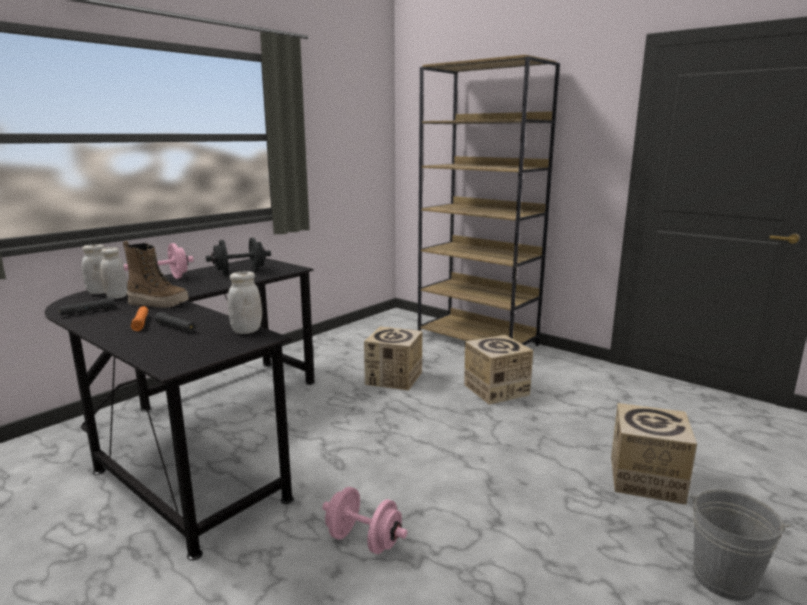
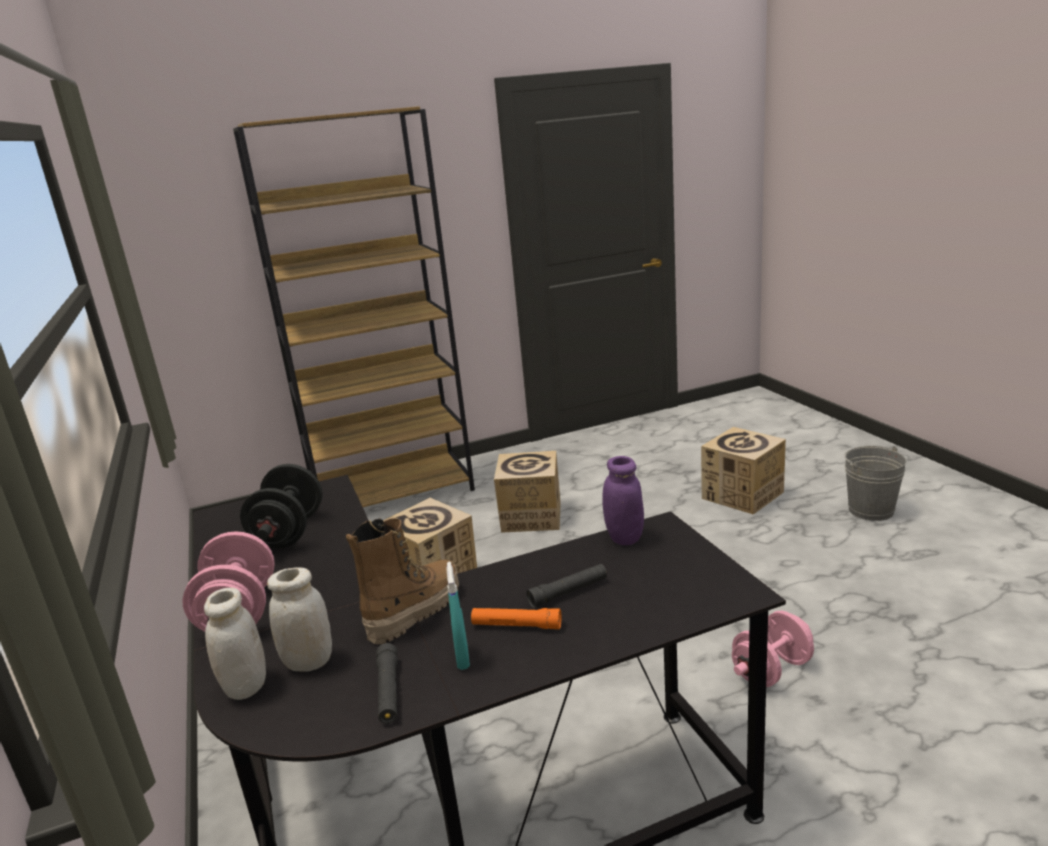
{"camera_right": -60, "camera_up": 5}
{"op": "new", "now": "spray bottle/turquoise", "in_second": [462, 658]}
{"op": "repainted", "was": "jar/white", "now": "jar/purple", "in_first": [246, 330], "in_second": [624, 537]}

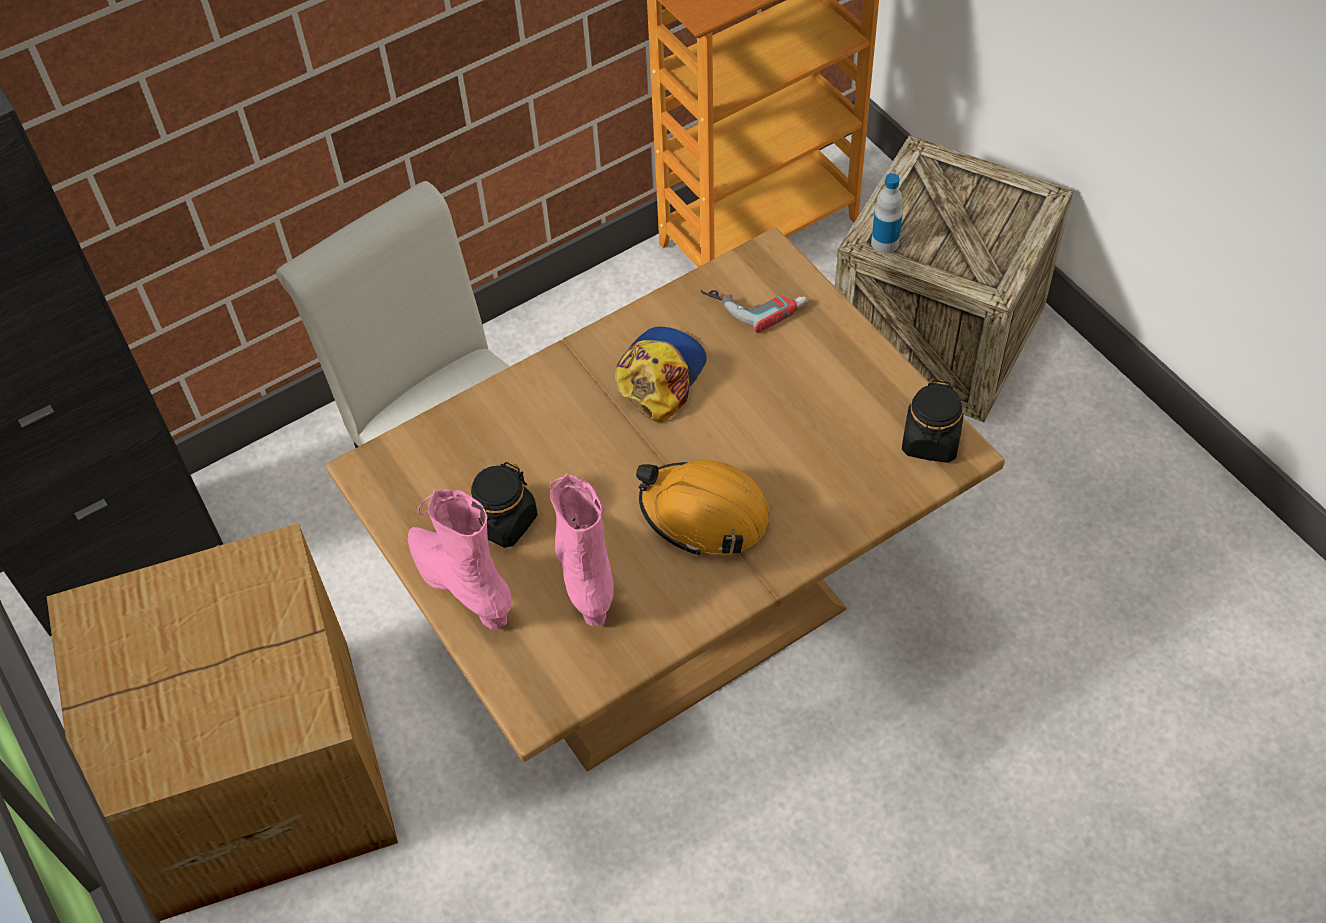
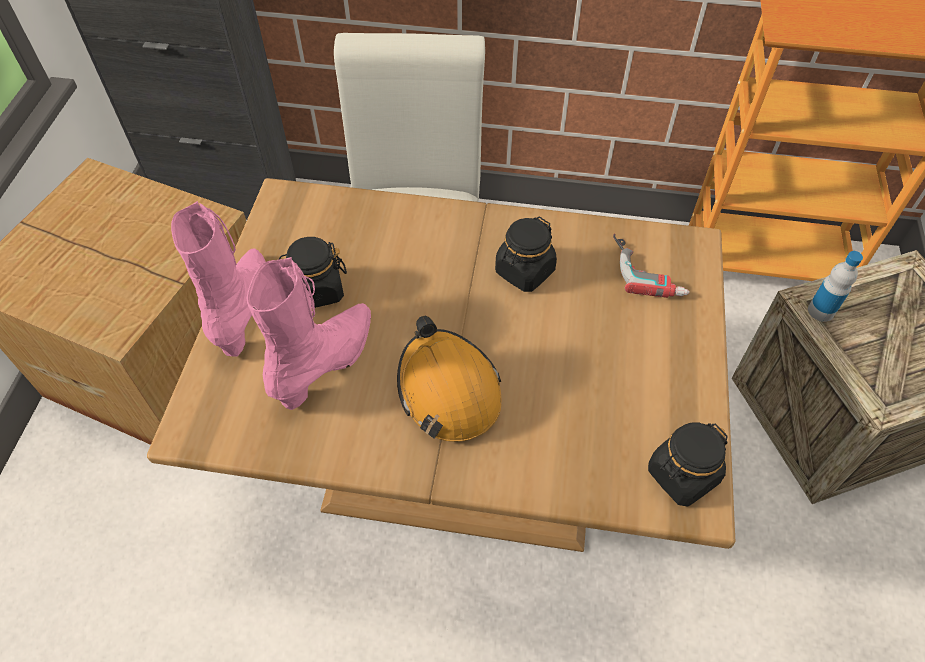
{"camera_right": 40, "camera_up": 0}
{"op": "swapped", "was": "cap", "now": "jar/black", "in_first": [660, 376], "in_second": [524, 271]}

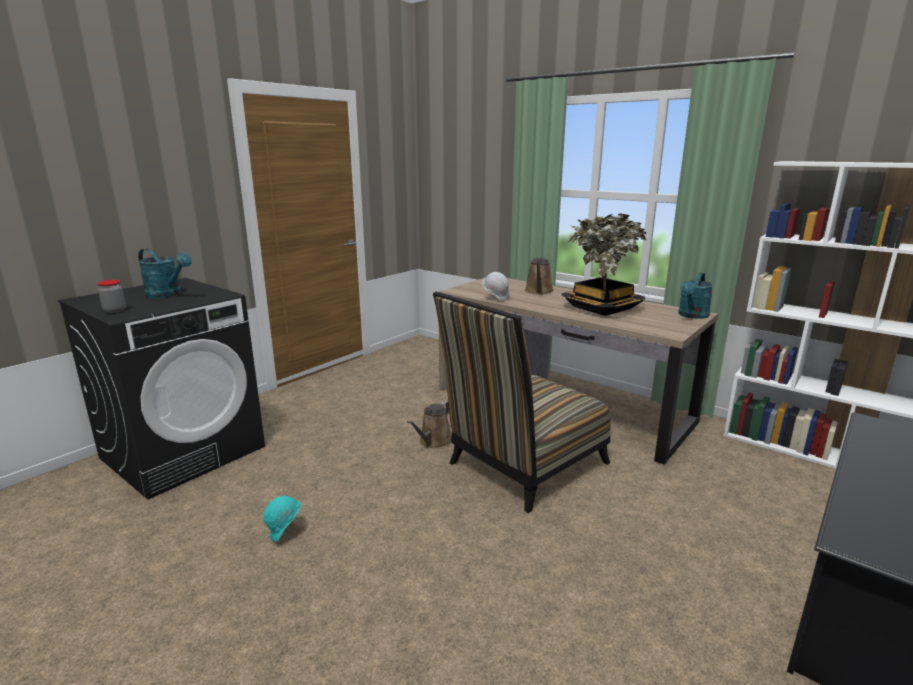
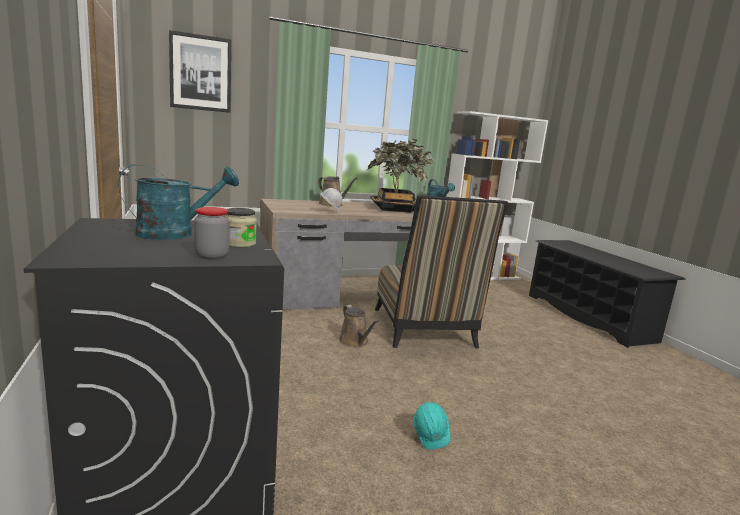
{"camera_right": -60, "camera_up": -5}
{"op": "new", "now": "picture", "in_second": [200, 73]}
{"op": "new", "now": "jar", "in_second": [239, 244]}

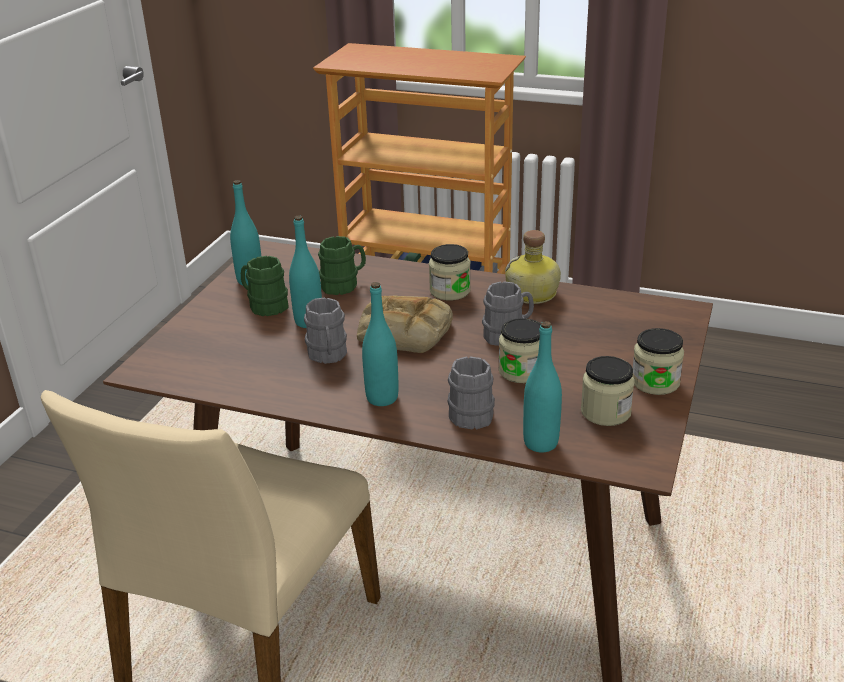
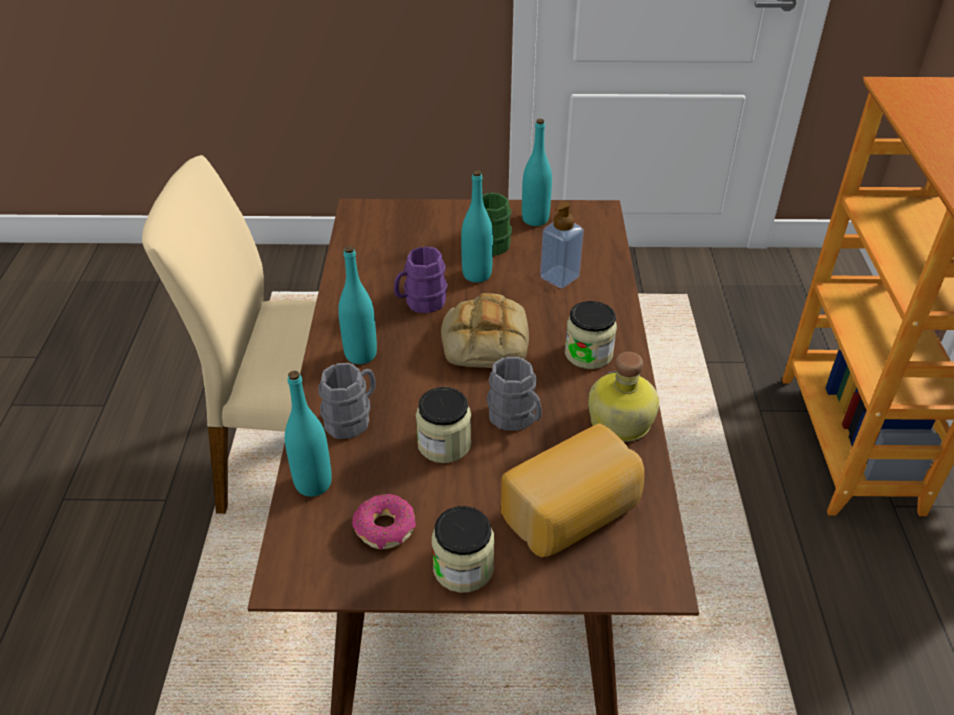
{"camera_right": 70, "camera_up": 10}
{"op": "swapped", "was": "jar", "now": "donut", "in_first": [605, 412], "in_second": [385, 529]}
{"op": "repainted", "was": "mug/grey", "now": "mug/purple", "in_first": [328, 356], "in_second": [420, 302]}
{"op": "new", "now": "bread", "in_second": [573, 514]}
{"op": "swapped", "was": "mug/green", "now": "soap dispenser", "in_first": [344, 285], "in_second": [559, 277]}

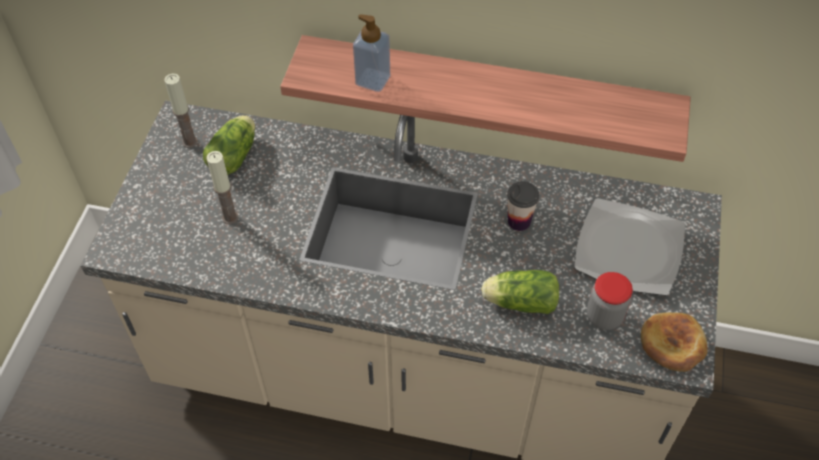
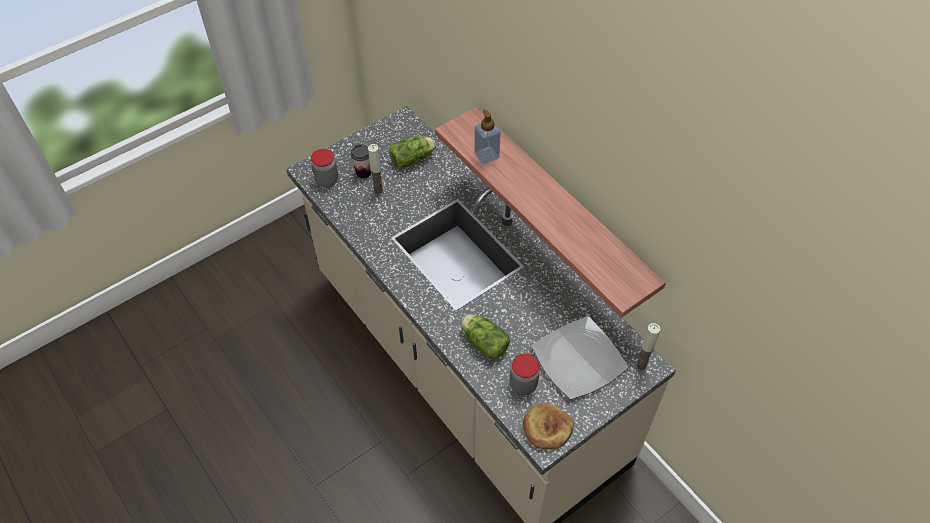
{"camera_right": 40, "camera_up": 0}
{"op": "new", "now": "jar", "in_second": [327, 180]}
{"op": "shifted", "was": "cup", "in_first": [519, 221], "in_second": [363, 172]}
{"op": "shifted", "was": "candle", "in_first": [190, 142], "in_second": [641, 366]}

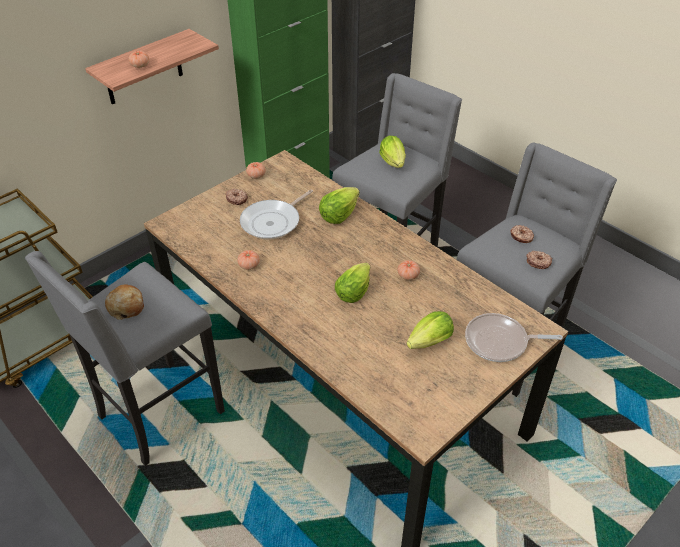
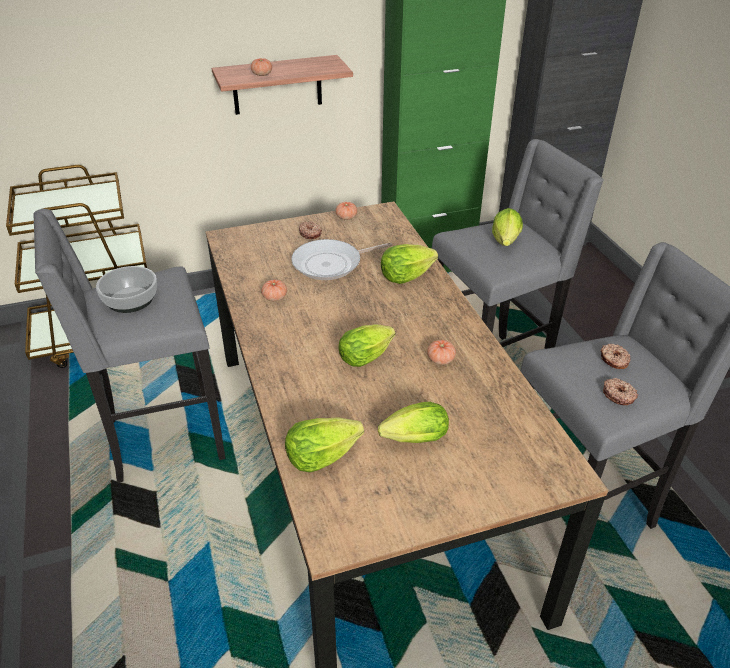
{"camera_right": 25, "camera_up": -5}
{"op": "swapped", "was": "bread", "now": "bowl", "in_first": [126, 306], "in_second": [129, 299]}
{"op": "new", "now": "lettuce", "in_second": [321, 457]}
{"op": "gone", "was": "frying pan", "in_first": [500, 342]}

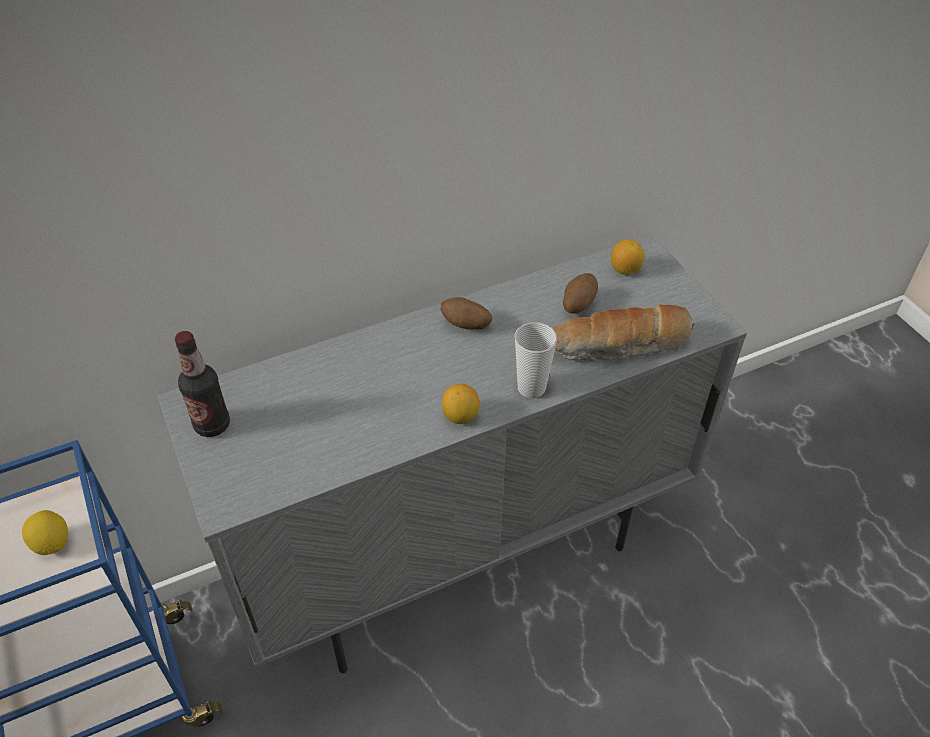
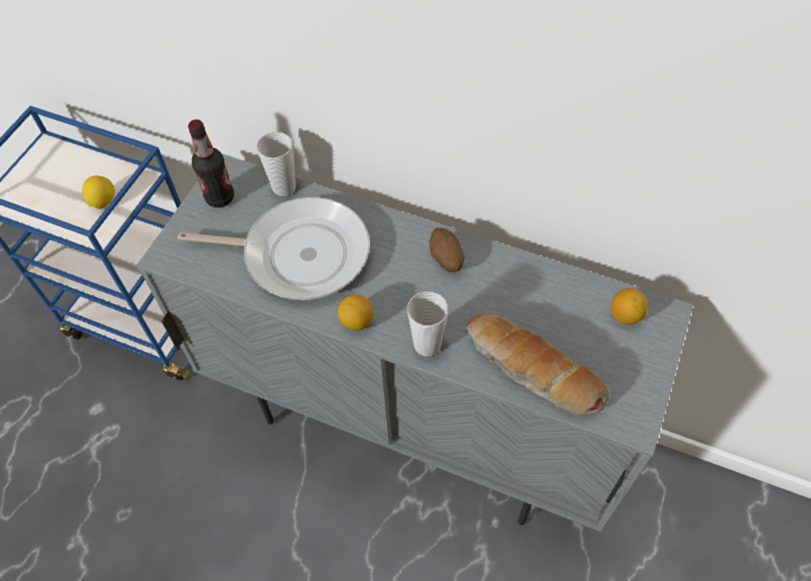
{"camera_right": 50, "camera_up": 10}
{"op": "new", "now": "frying pan", "in_second": [299, 254]}
{"op": "new", "now": "cup", "in_second": [284, 187]}
{"op": "gone", "was": "potato", "in_first": [578, 305]}

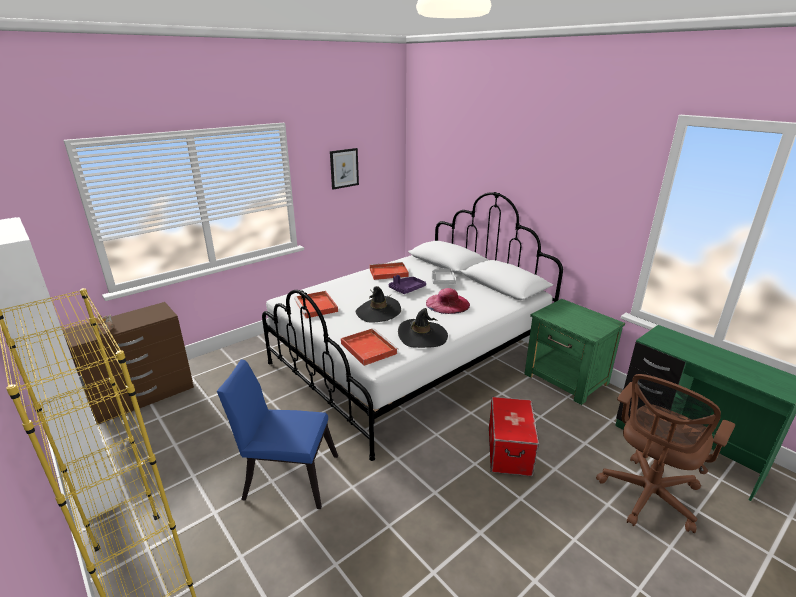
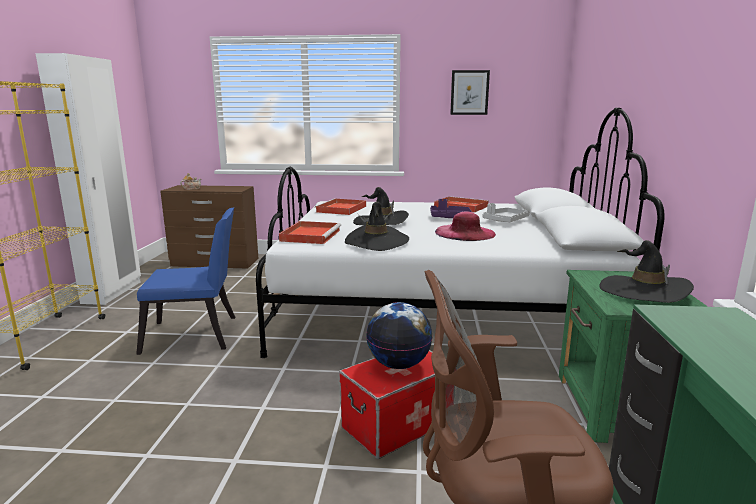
{"camera_right": 45, "camera_up": -10}
{"op": "rotated", "was": "chair/blue", "in_first": [286, 475], "in_second": [196, 335], "clockwise": 120}
{"op": "new", "now": "globe", "in_second": [399, 364]}
{"op": "new", "now": "hat/black", "in_second": [643, 291]}

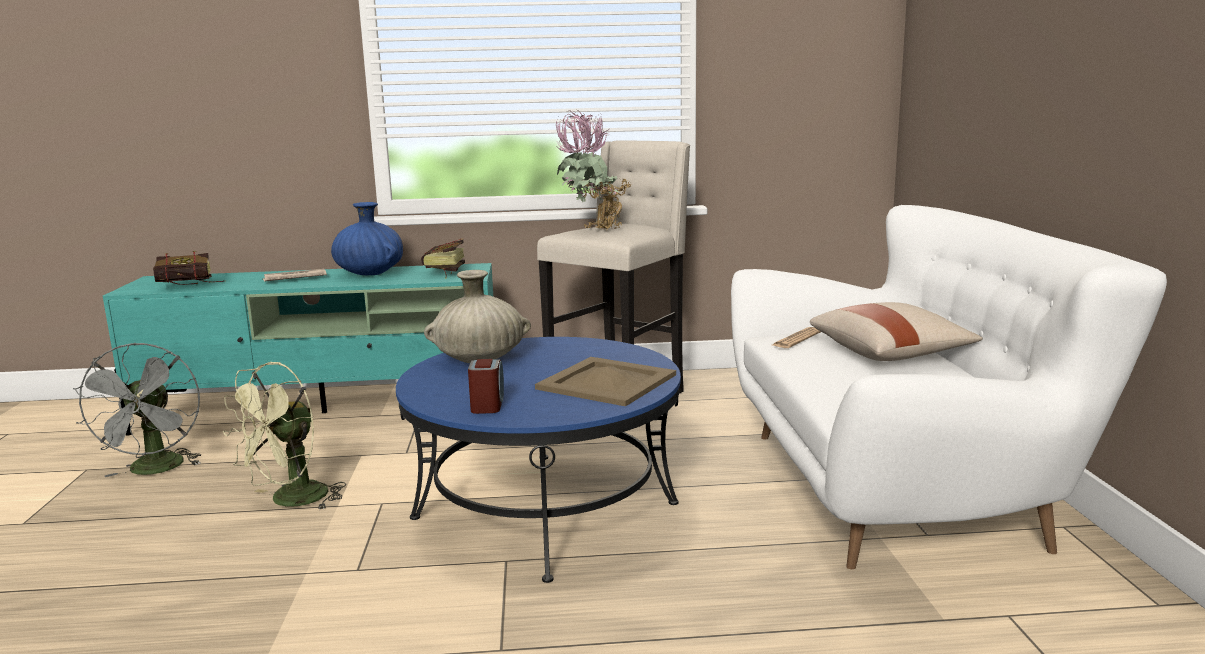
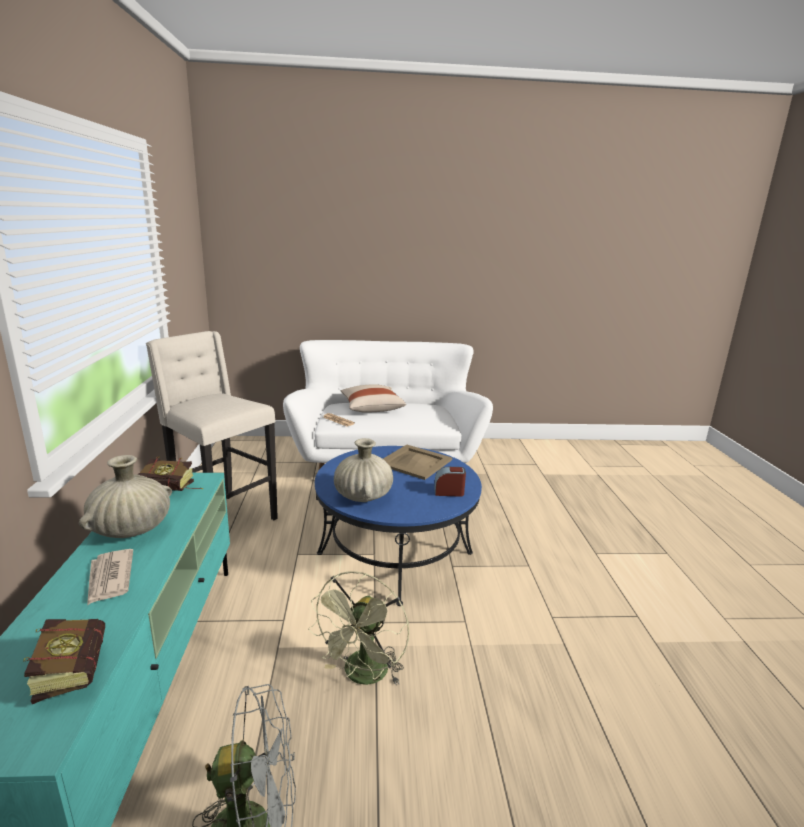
{"camera_right": -90, "camera_up": 5}
{"op": "repainted", "was": "vase/blue", "now": "vase/beige", "in_first": [370, 273], "in_second": [131, 529]}
{"op": "rotated", "was": "fan/green", "in_first": [290, 501], "in_second": [363, 676], "clockwise": 75}
{"op": "gone", "was": "potted plant", "in_first": [592, 230]}

